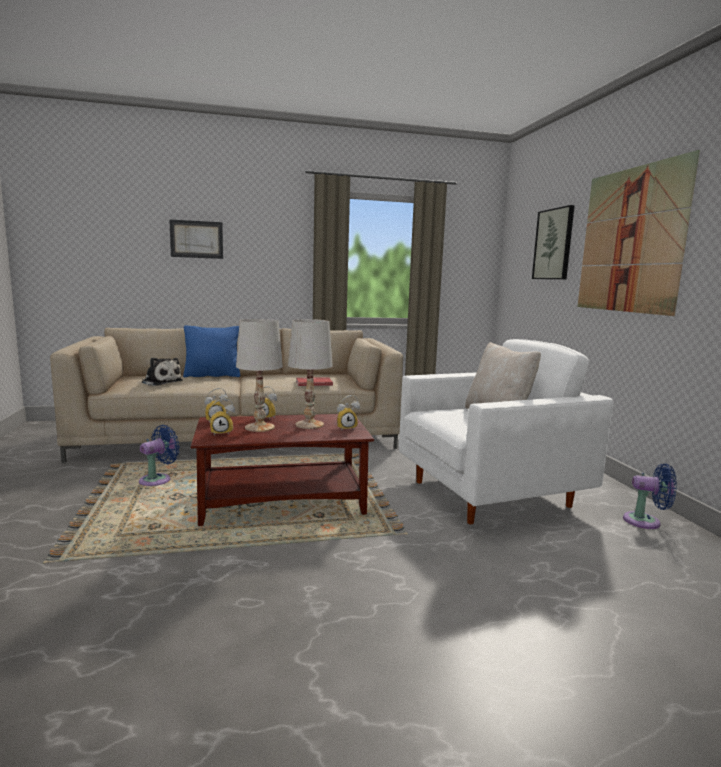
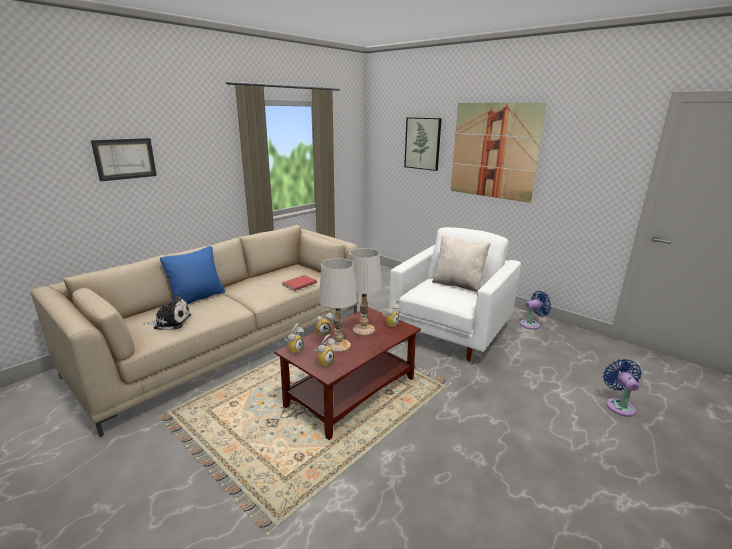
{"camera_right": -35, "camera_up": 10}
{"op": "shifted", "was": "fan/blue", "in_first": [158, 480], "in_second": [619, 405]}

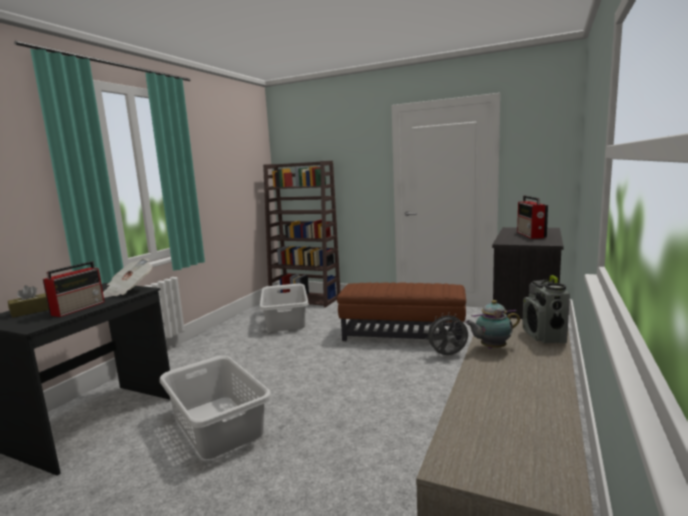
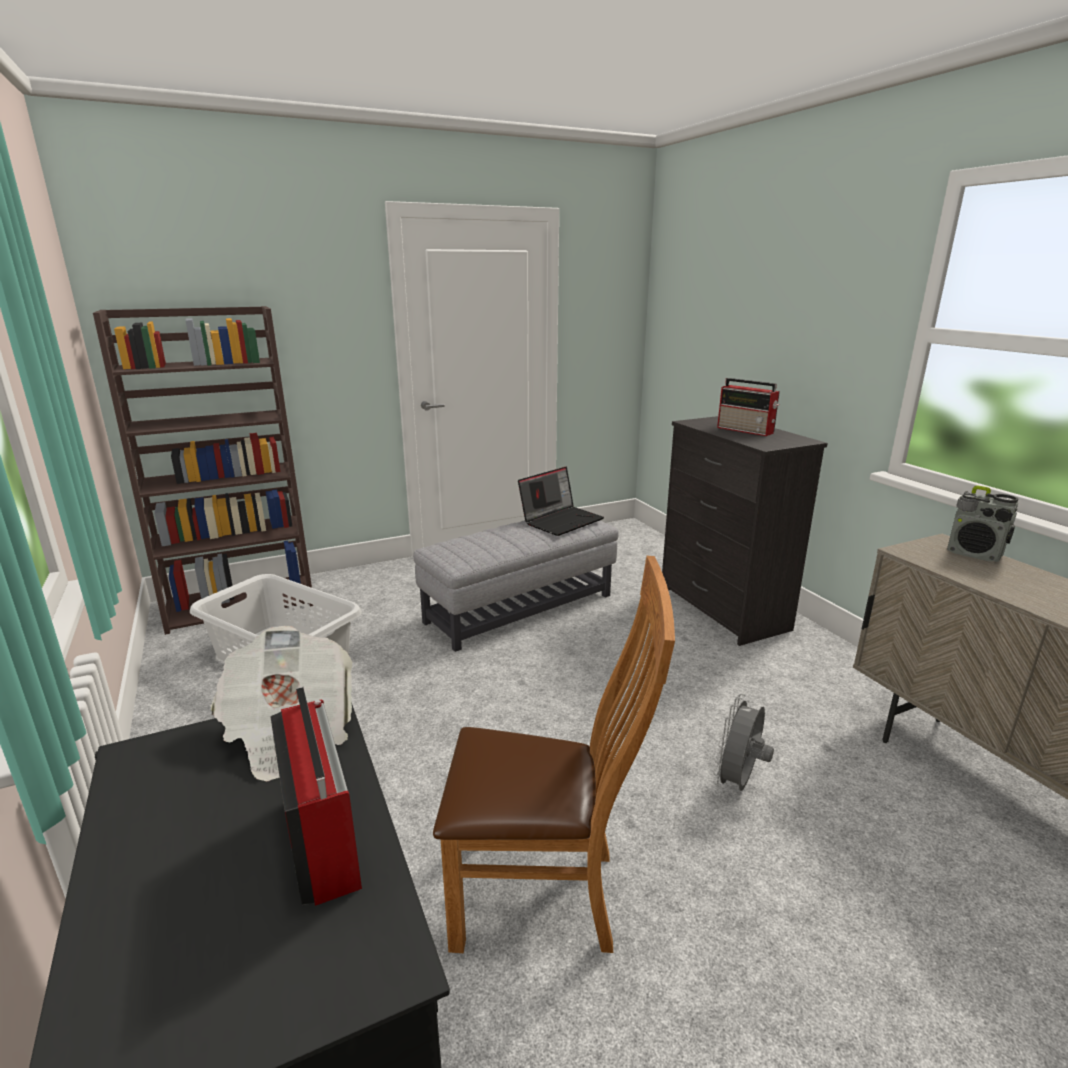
{"camera_right": -50, "camera_up": 10}
{"op": "repainted", "was": "ottoman/brown", "now": "ottoman/grey", "in_first": [402, 335], "in_second": [520, 608]}
{"op": "swapped", "was": "laundry basket/grey", "now": "chair/brown", "in_first": [217, 426], "in_second": [547, 895]}
{"op": "new", "now": "laptop", "in_second": [561, 520]}
{"op": "shifted", "was": "fan/grey", "in_first": [447, 355], "in_second": [738, 783]}
{"op": "gone", "was": "tissue box/brown", "in_first": [31, 311]}
{"op": "gone", "was": "teapot", "in_first": [491, 348]}

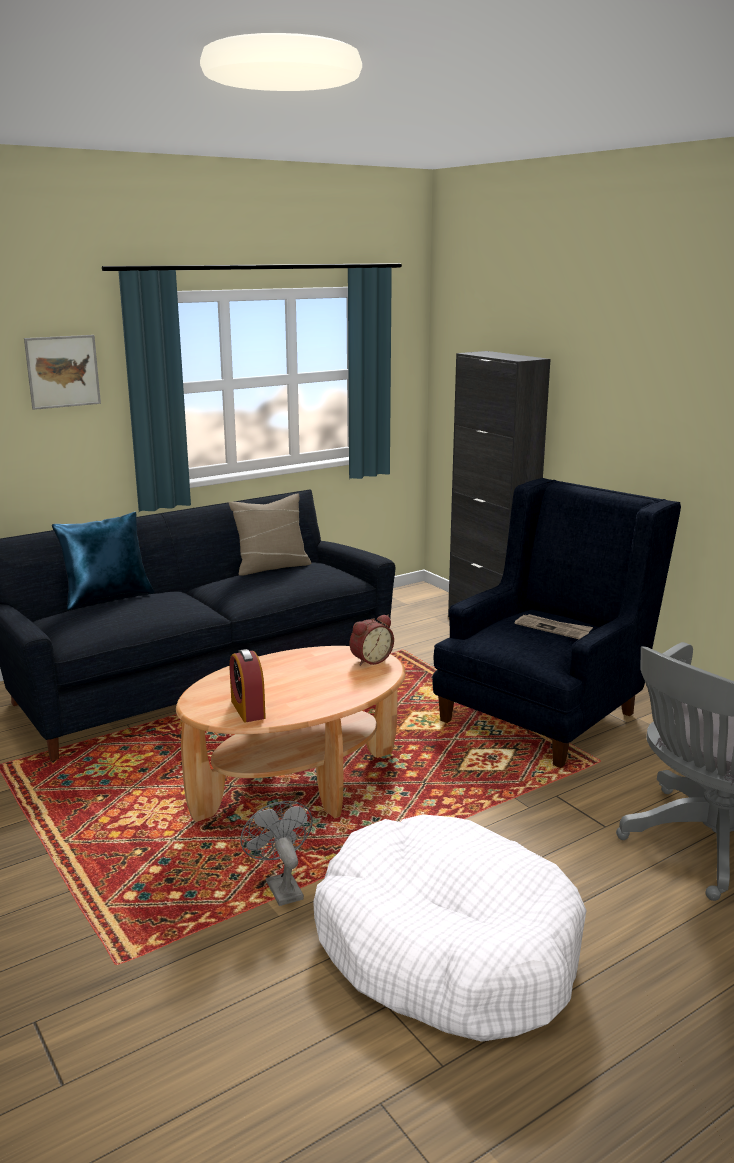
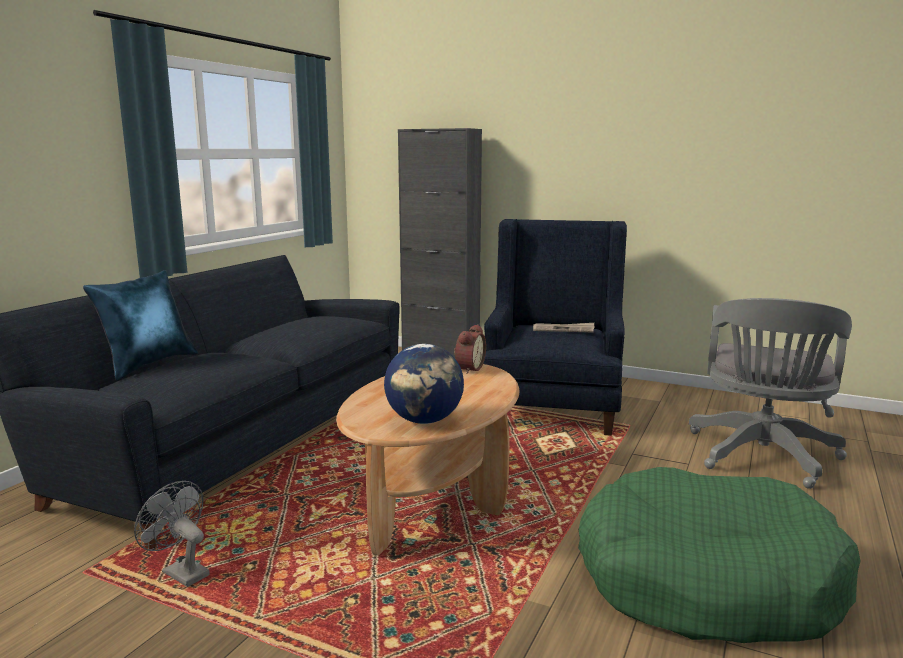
{"camera_right": -30, "camera_up": -5}
{"op": "shifted", "was": "fan/grey", "in_first": [281, 886], "in_second": [180, 572]}
{"op": "swapped", "was": "alarm clock", "now": "globe", "in_first": [248, 709], "in_second": [424, 421]}
{"op": "repainted", "was": "dog bed/white", "now": "dog bed/green", "in_first": [446, 948], "in_second": [706, 580]}
{"op": "gone", "was": "picture", "in_first": [63, 371]}
{"op": "gone", "was": "pillow/beige", "in_first": [272, 567]}

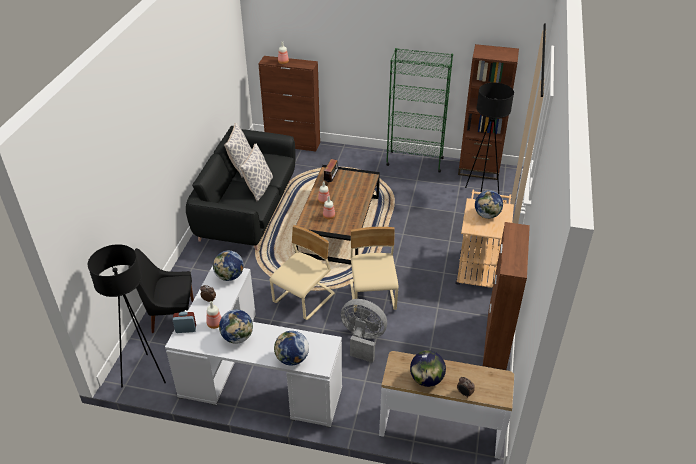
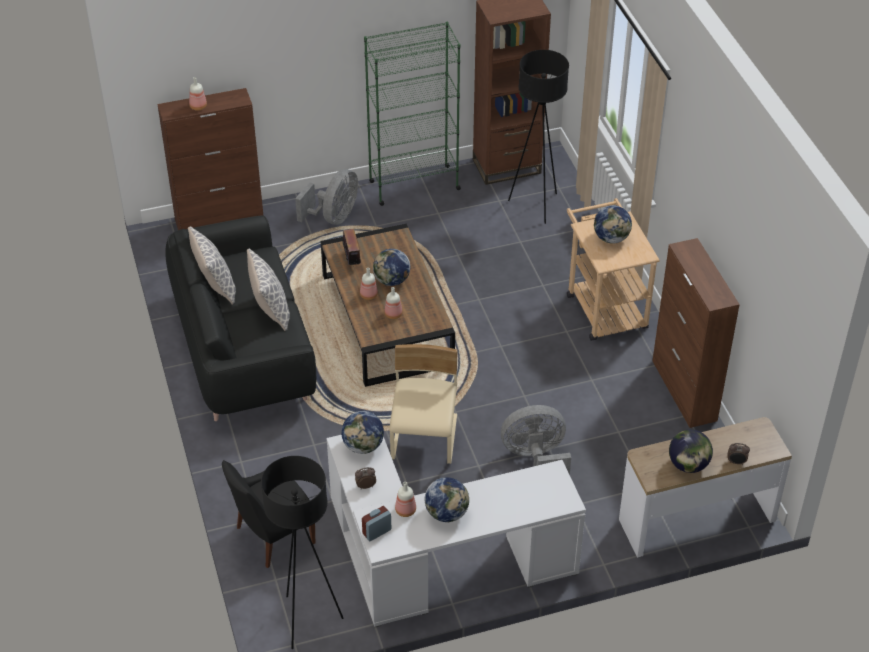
{"camera_right": -30, "camera_up": 5}
{"op": "new", "now": "fan/grey", "in_second": [334, 217]}
{"op": "shifted", "was": "globe", "in_first": [292, 359], "in_second": [392, 280]}
{"op": "gone", "was": "chair/beige", "in_first": [373, 296]}

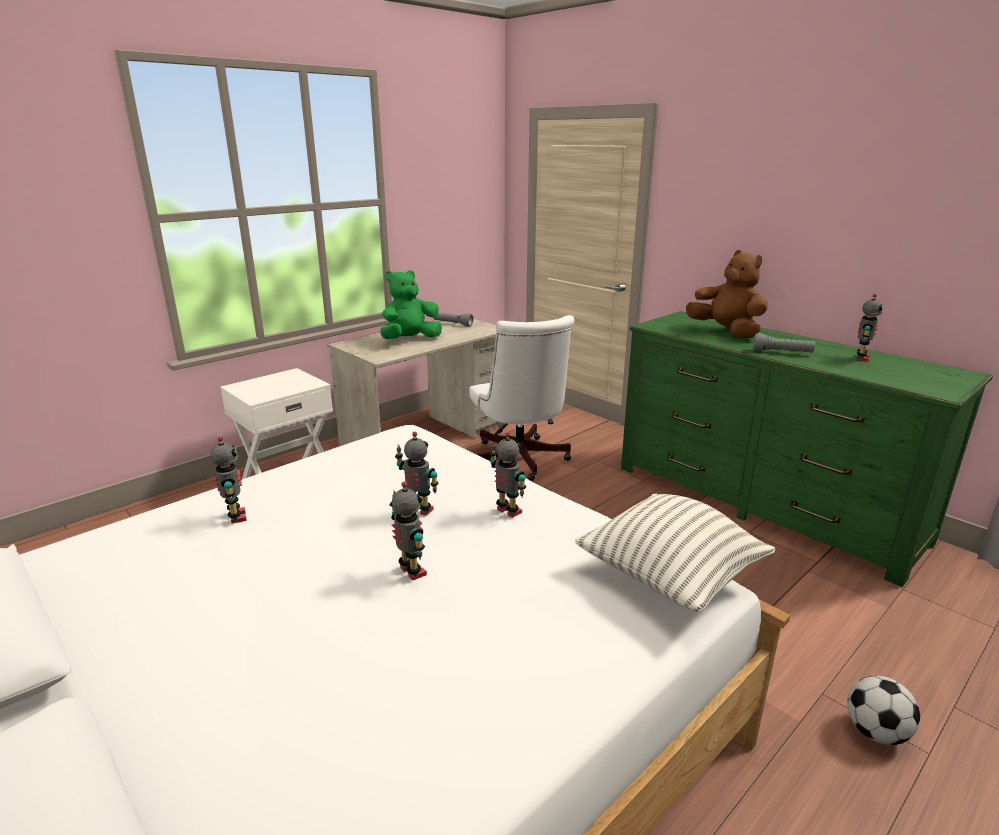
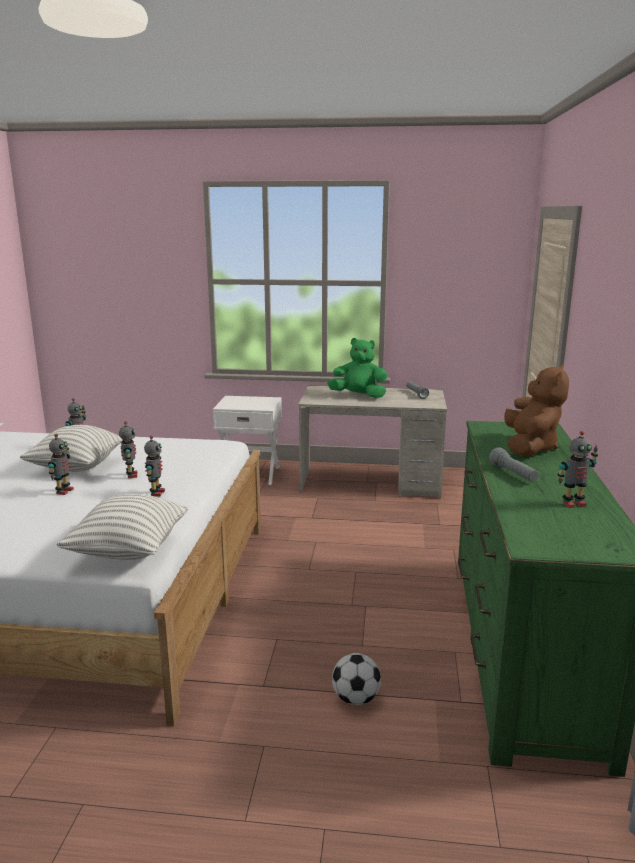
{"camera_right": 50, "camera_up": -5}
{"op": "new", "now": "pillow", "in_second": [77, 467]}
{"op": "shifted", "was": "football", "in_first": [875, 732], "in_second": [356, 698]}
{"op": "gone", "was": "office chair/white", "in_first": [520, 461]}

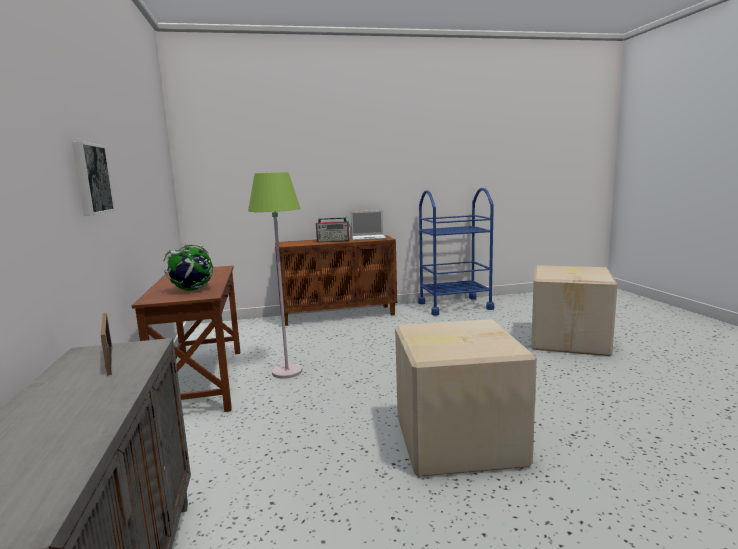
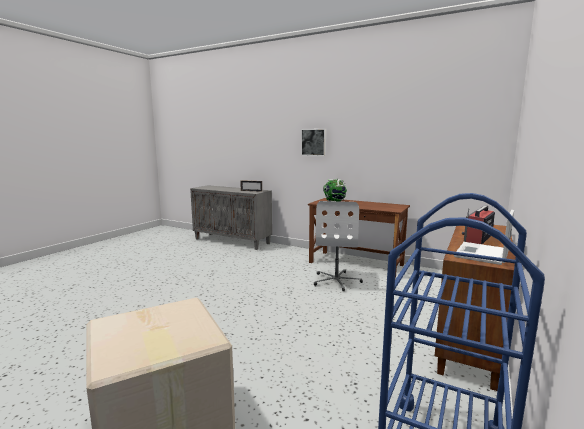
{"camera_right": 130, "camera_up": 0}
{"op": "swapped", "was": "floor lamp/green", "now": "office chair/white", "in_first": [287, 372], "in_second": [336, 281]}
{"op": "gone", "was": "cardboard box", "in_first": [456, 440]}

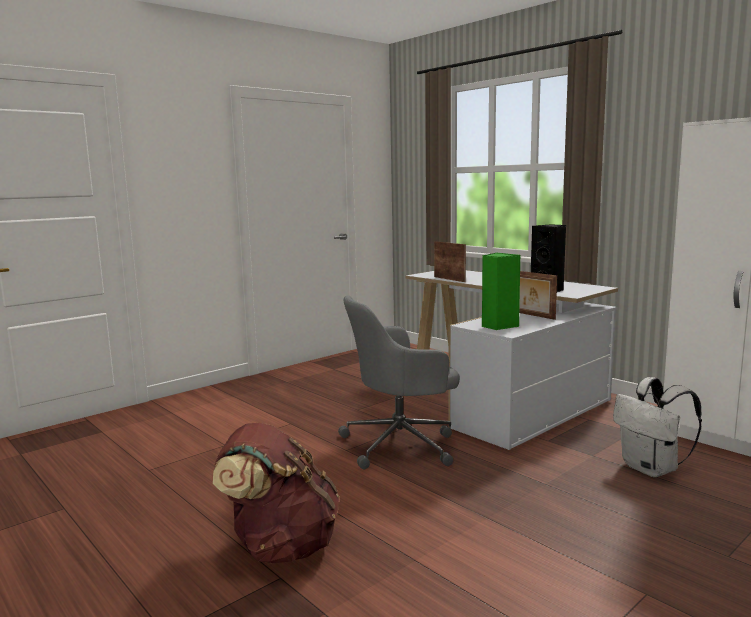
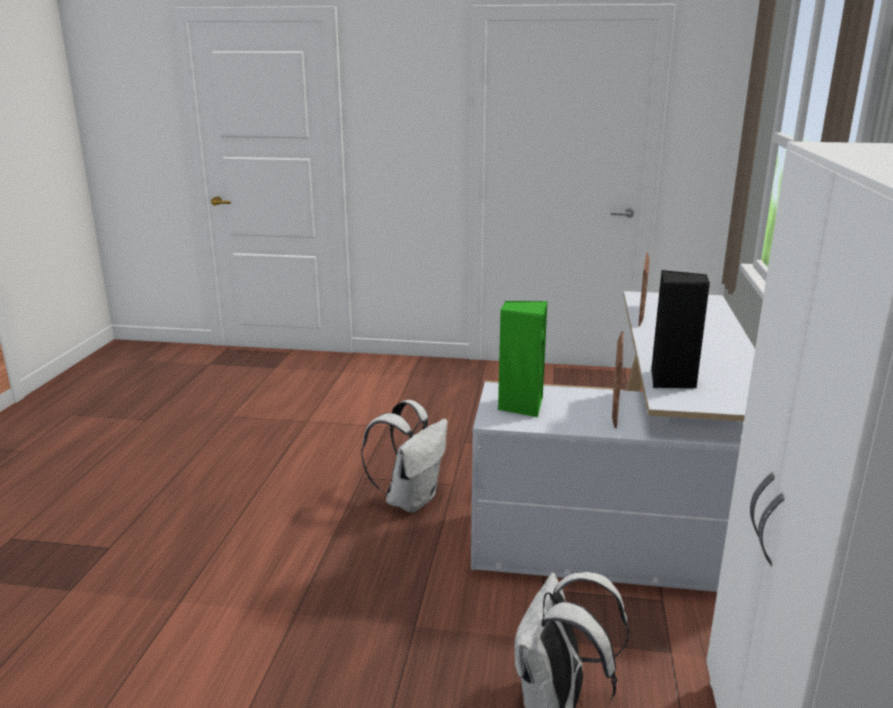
{"camera_right": 50, "camera_up": 10}
{"op": "swapped", "was": "office chair/grey", "now": "backpack/white", "in_first": [401, 444], "in_second": [410, 499]}
{"op": "gone", "was": "backpack/brown", "in_first": [280, 546]}

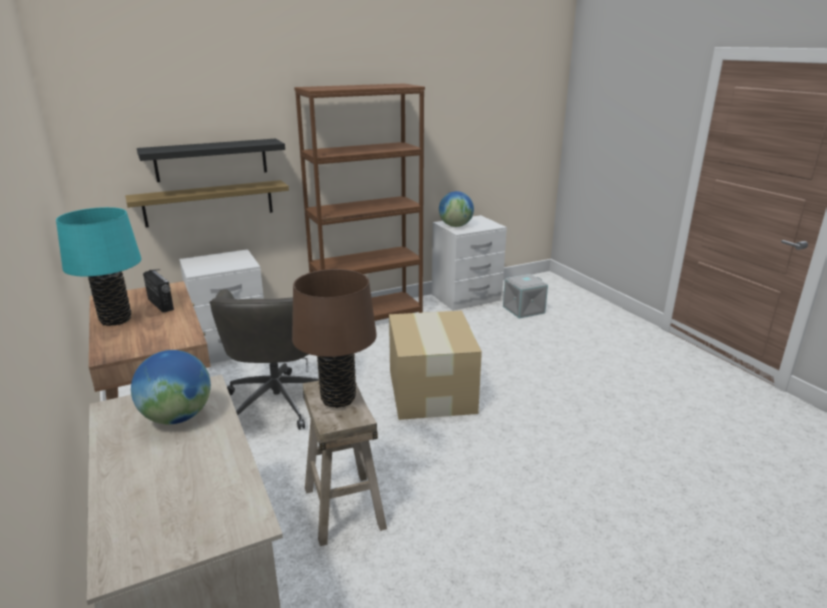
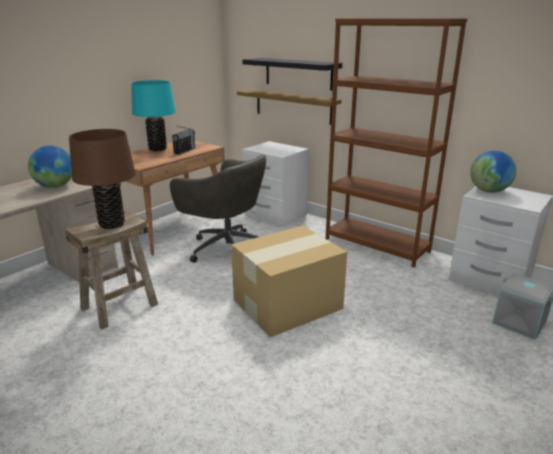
{"camera_right": 65, "camera_up": 0}
{"op": "rotated", "was": "office chair/grey", "in_first": [278, 399], "in_second": [226, 248], "clockwise": -120}

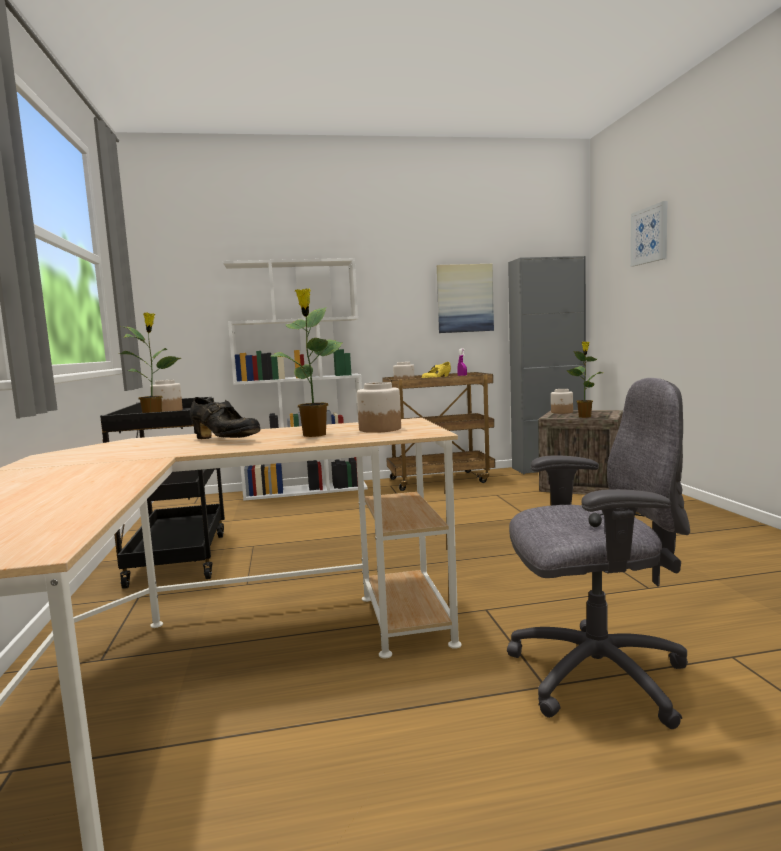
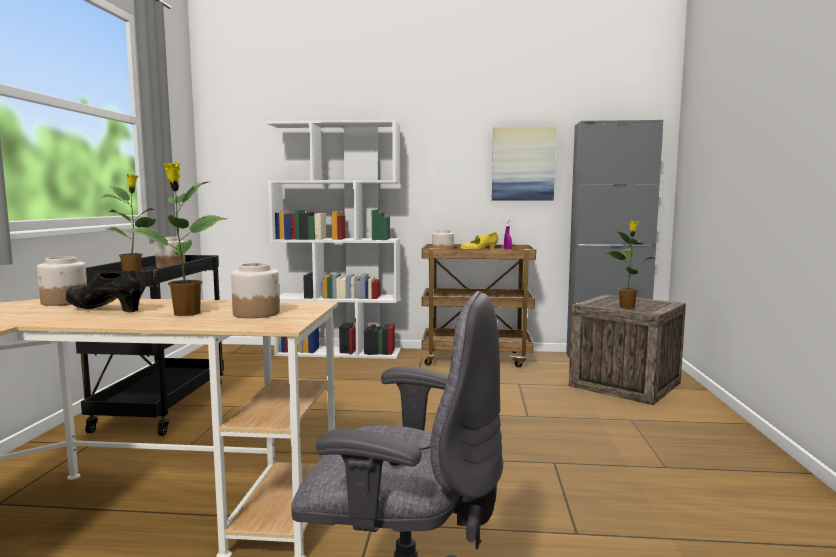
{"camera_right": 15, "camera_up": 0}
{"op": "shifted", "was": "jar", "in_first": [562, 412], "in_second": [64, 302]}
{"op": "rotated", "was": "shoe/black", "in_first": [225, 440], "in_second": [106, 310], "clockwise": 150}
{"op": "gone", "was": "picture", "in_first": [649, 235]}

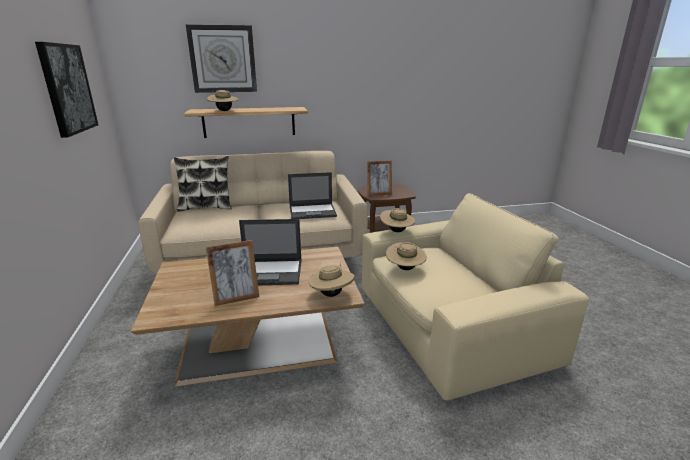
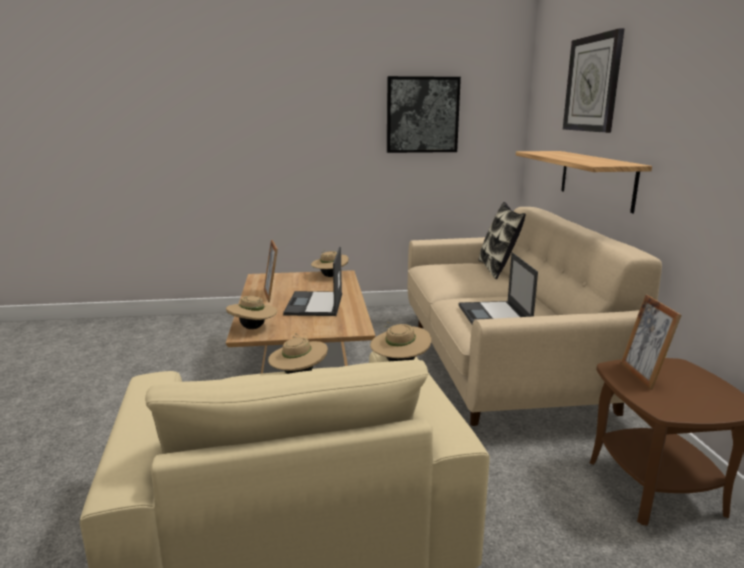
{"camera_right": 95, "camera_up": -5}
{"op": "shifted", "was": "hat/beige", "in_first": [224, 111], "in_second": [330, 276]}

